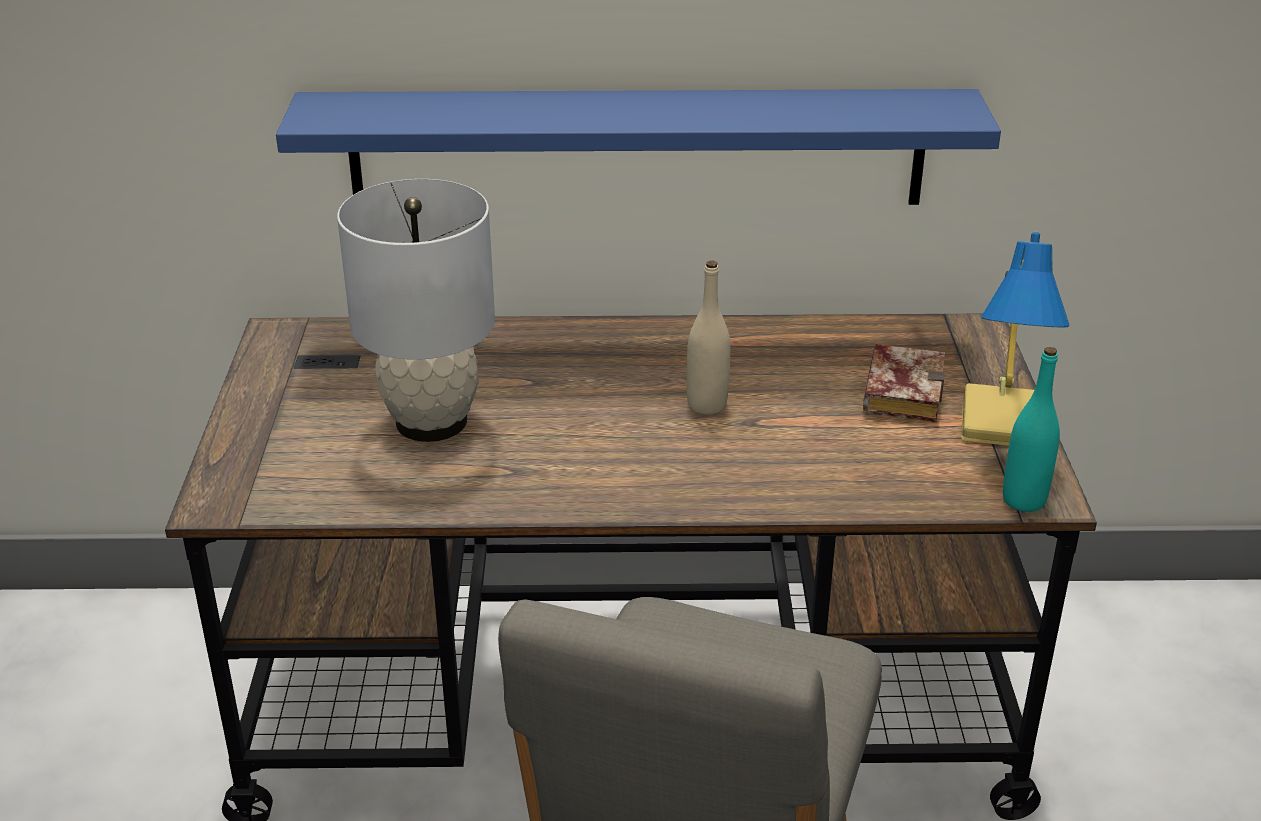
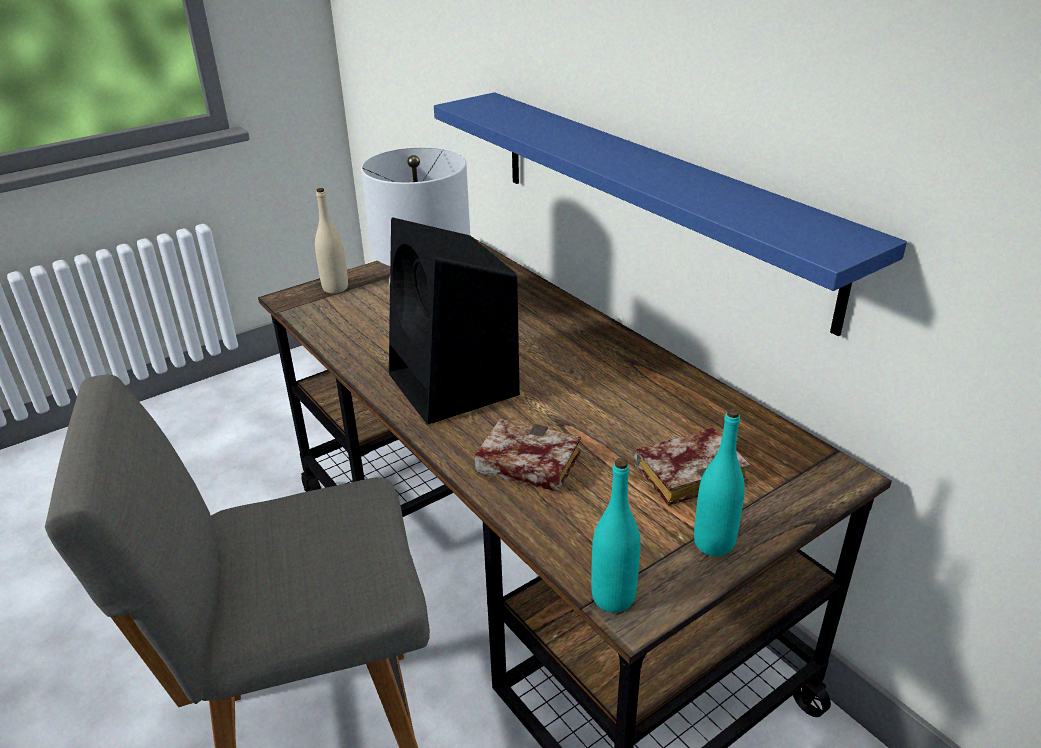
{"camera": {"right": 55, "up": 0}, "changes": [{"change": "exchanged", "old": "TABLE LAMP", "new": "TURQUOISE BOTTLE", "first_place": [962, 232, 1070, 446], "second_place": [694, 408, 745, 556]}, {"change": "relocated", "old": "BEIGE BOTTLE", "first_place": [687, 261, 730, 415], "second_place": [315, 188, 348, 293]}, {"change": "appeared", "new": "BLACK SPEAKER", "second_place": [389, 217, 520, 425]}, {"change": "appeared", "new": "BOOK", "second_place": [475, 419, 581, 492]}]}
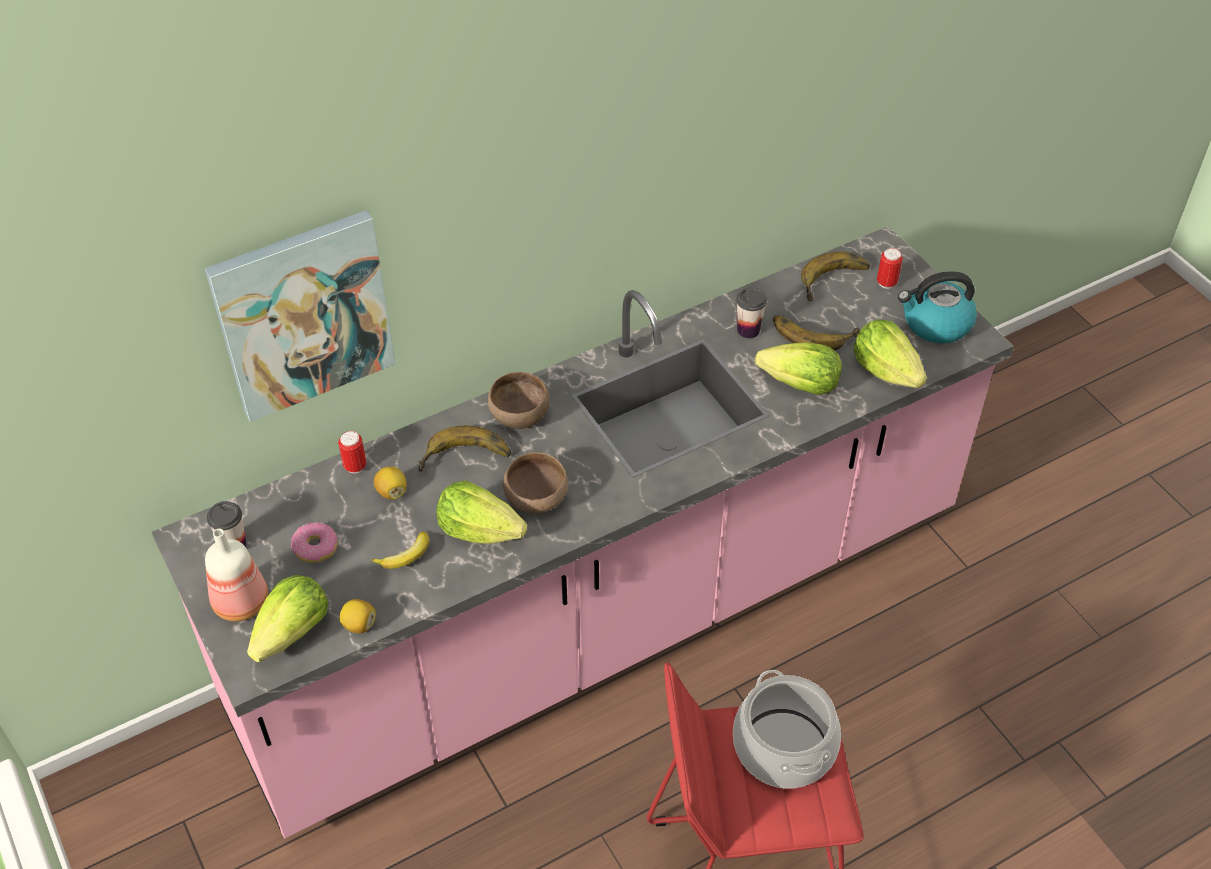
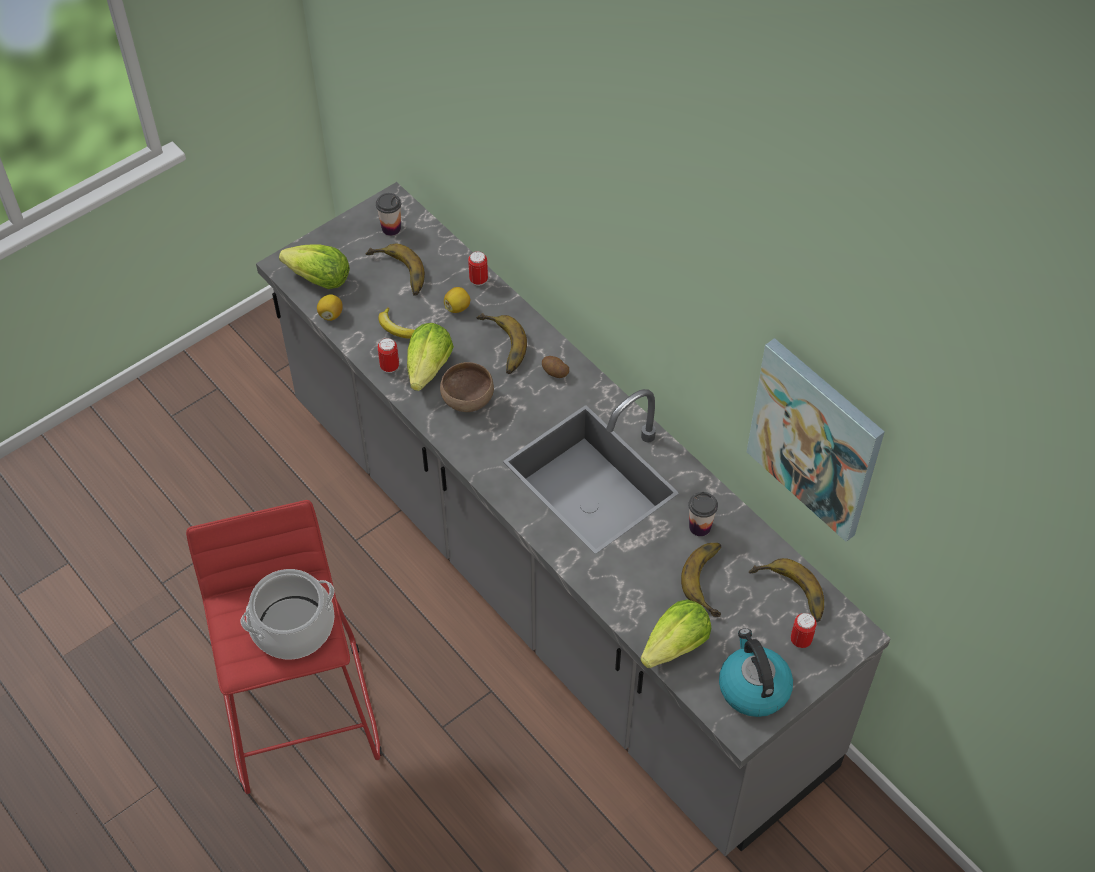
{"camera": {"right": 80, "up": 5}, "changes": [{"change": "relocated", "old": "PICTURE", "first_place": [205, 210, 395, 422], "second_place": [747, 338, 885, 542]}, {"change": "colour", "old": "PINK COUNTER", "new": "GREY COUNTER", "first_place": [152, 226, 1014, 838], "second_place": [256, 182, 891, 856]}, {"change": "missing", "old": "LETTUCE", "first_place": [755, 342, 842, 395]}, {"change": "exchanged", "old": "BROWN BOWL", "new": "POTATO", "first_place": [488, 372, 550, 429], "second_place": [542, 356, 569, 378]}, {"change": "exchanged", "old": "DONUT", "new": "BANANA", "first_place": [291, 522, 337, 563], "second_place": [366, 244, 425, 296]}, {"change": "missing", "old": "BOTTLE", "first_place": [205, 529, 268, 621]}, {"change": "appeared", "new": "CAN", "second_place": [378, 338, 399, 373]}]}
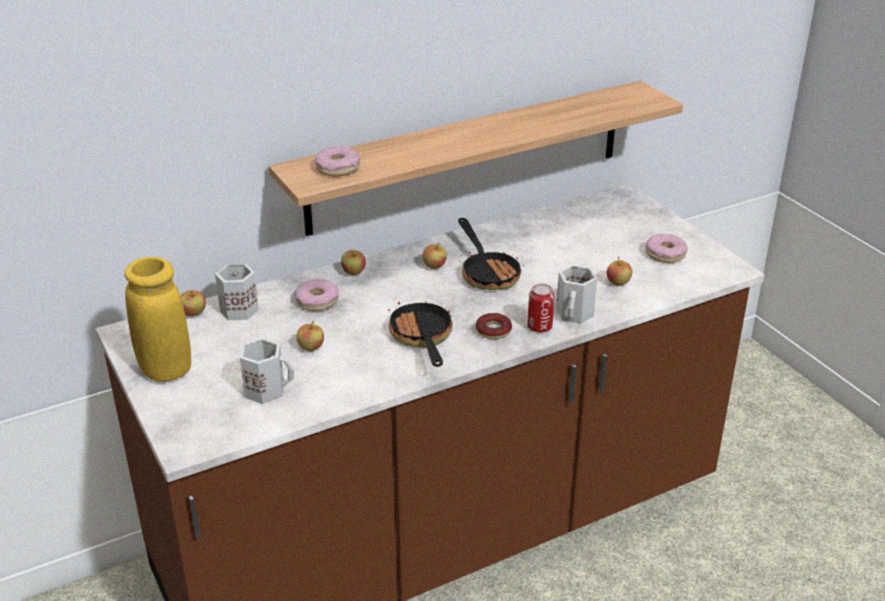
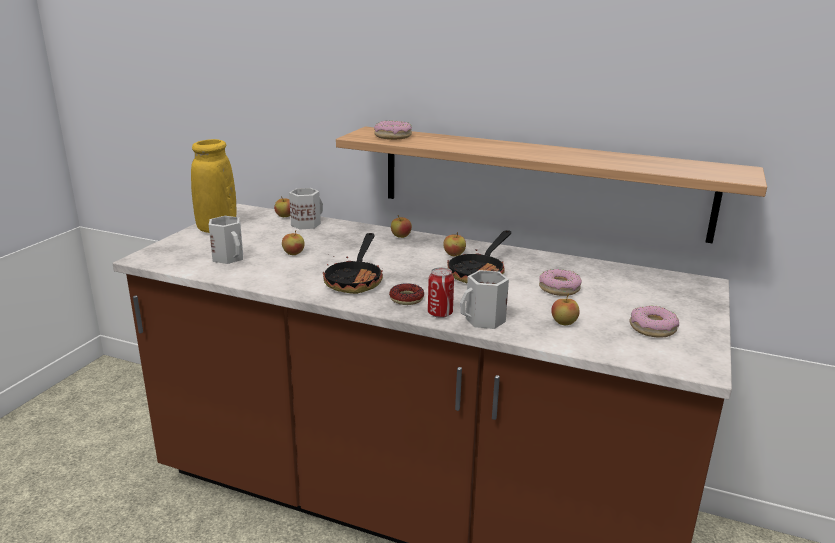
{"camera": {"right": 50, "up": -10}, "changes": [{"change": "relocated", "old": "DONUT", "first_place": [295, 279, 339, 311], "second_place": [539, 269, 582, 296]}, {"change": "spun", "old": "FRYING PAN", "first_place": [388, 293, 453, 367], "second_place": [323, 233, 383, 294], "degrees": 150}]}
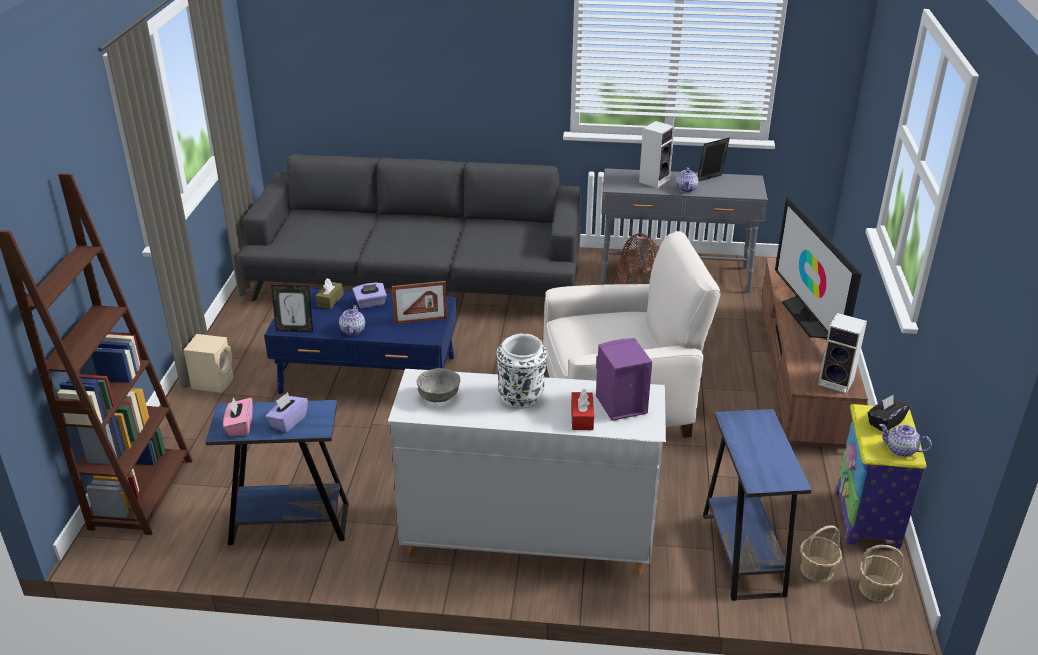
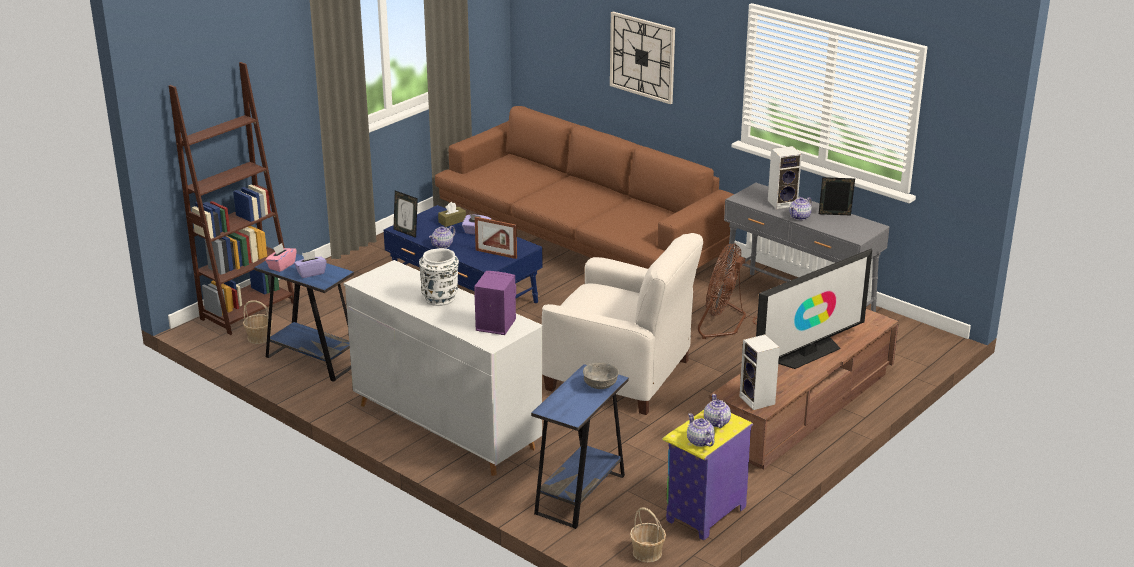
{"camera": {"right": 35, "up": -5}, "changes": [{"change": "colour", "old": "GREY SOFA", "new": "BROWN SOFA", "first_place": [238, 154, 581, 301], "second_place": [435, 106, 734, 269]}, {"change": "spun", "old": "TELEVISION", "first_place": [775, 196, 862, 338], "second_place": [756, 249, 872, 369], "degrees": -150}, {"change": "missing", "old": "BEIGE SPEAKER", "first_place": [183, 334, 234, 393]}, {"change": "relocated", "old": "GREY BOWL", "first_place": [416, 368, 461, 402], "second_place": [583, 363, 619, 389]}, {"change": "missing", "old": "RED TISSUE BOX", "first_place": [571, 389, 594, 430]}, {"change": "exchanged", "old": "BLACK TISSUE BOX", "new": "TEAPOT", "first_place": [867, 395, 910, 431], "second_place": [704, 394, 731, 428]}, {"change": "relocated", "old": "BASKET", "first_place": [800, 525, 842, 582], "second_place": [243, 300, 273, 344]}, {"change": "appeared", "new": "WALL CLOCK", "second_place": [610, 12, 675, 104]}]}
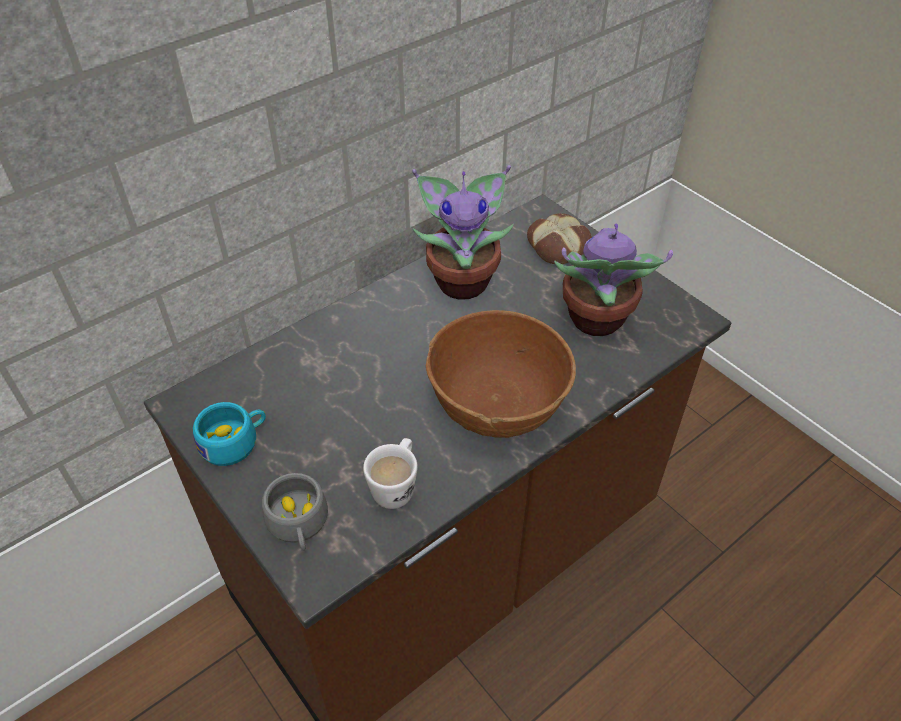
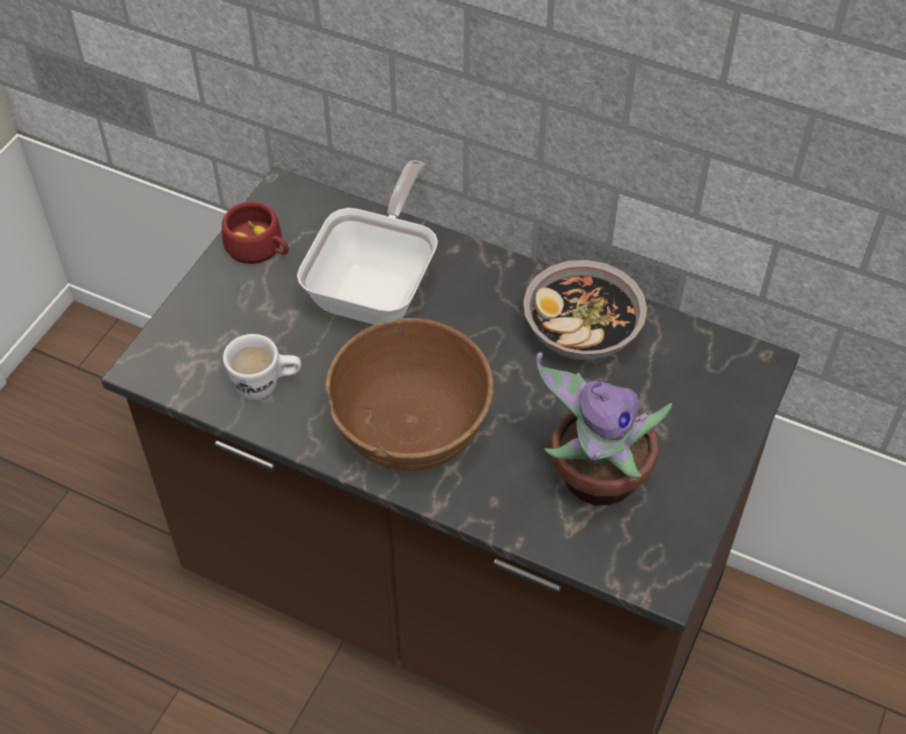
{"camera": {"right": 65, "up": 5}, "changes": [{"change": "exchanged", "old": "POTTED PLANT", "new": "BOWL", "first_place": [412, 165, 514, 300], "second_place": [523, 260, 647, 360]}, {"change": "missing", "old": "BREAD", "first_place": [527, 213, 592, 264]}, {"change": "colour", "old": "TURQUOISE CUP", "new": "RED CUP", "first_place": [193, 402, 266, 466], "second_place": [222, 201, 289, 264]}, {"change": "missing", "old": "GREY CUP", "first_place": [262, 473, 328, 551]}, {"change": "appeared", "new": "FRYING PAN", "second_place": [297, 160, 438, 325]}]}
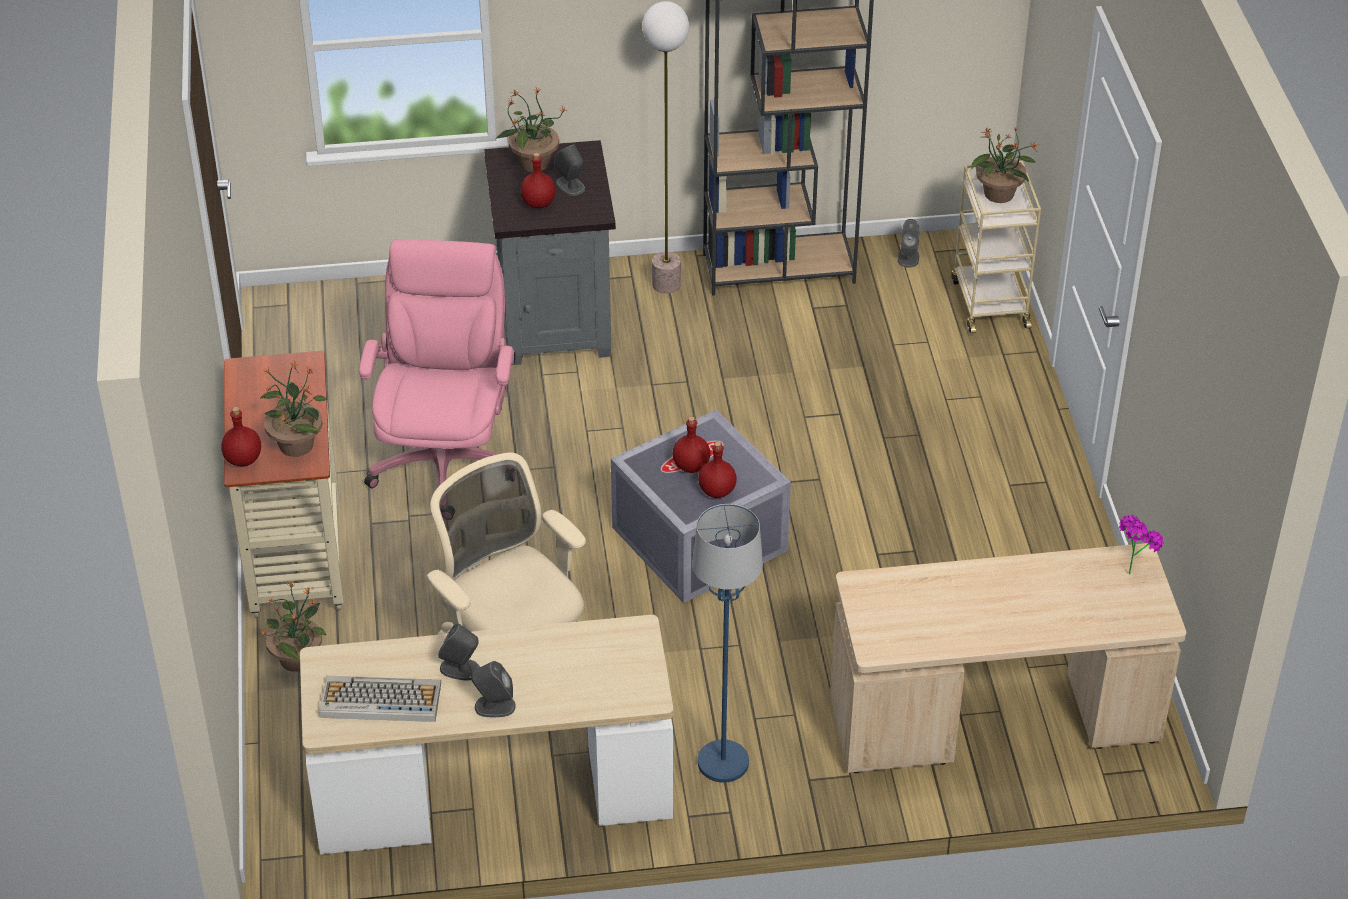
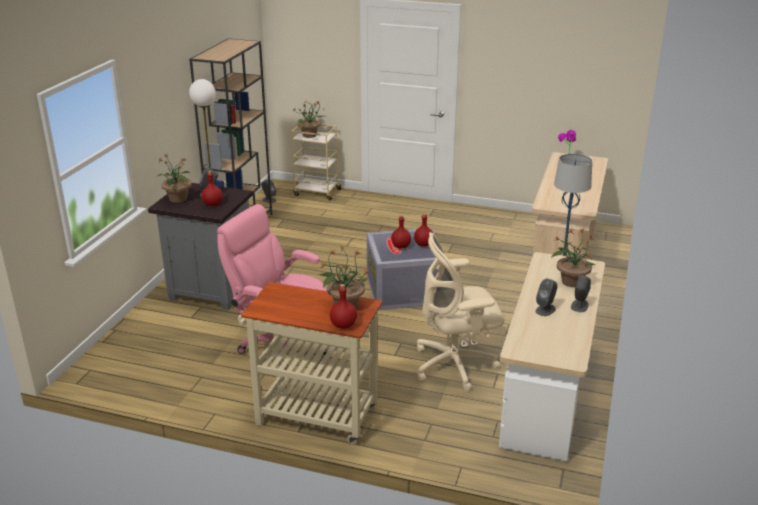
{"camera": {"right": -65, "up": -15}, "changes": [{"change": "relocated", "old": "POTTED PLANT", "first_place": [259, 581, 326, 672], "second_place": [551, 229, 596, 287]}, {"change": "missing", "old": "KEYBOARD", "first_place": [319, 676, 441, 722]}]}
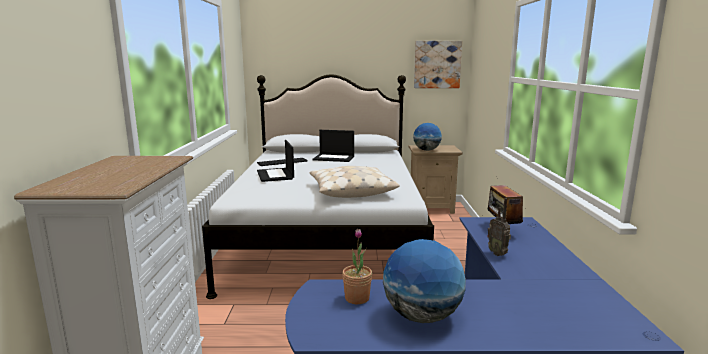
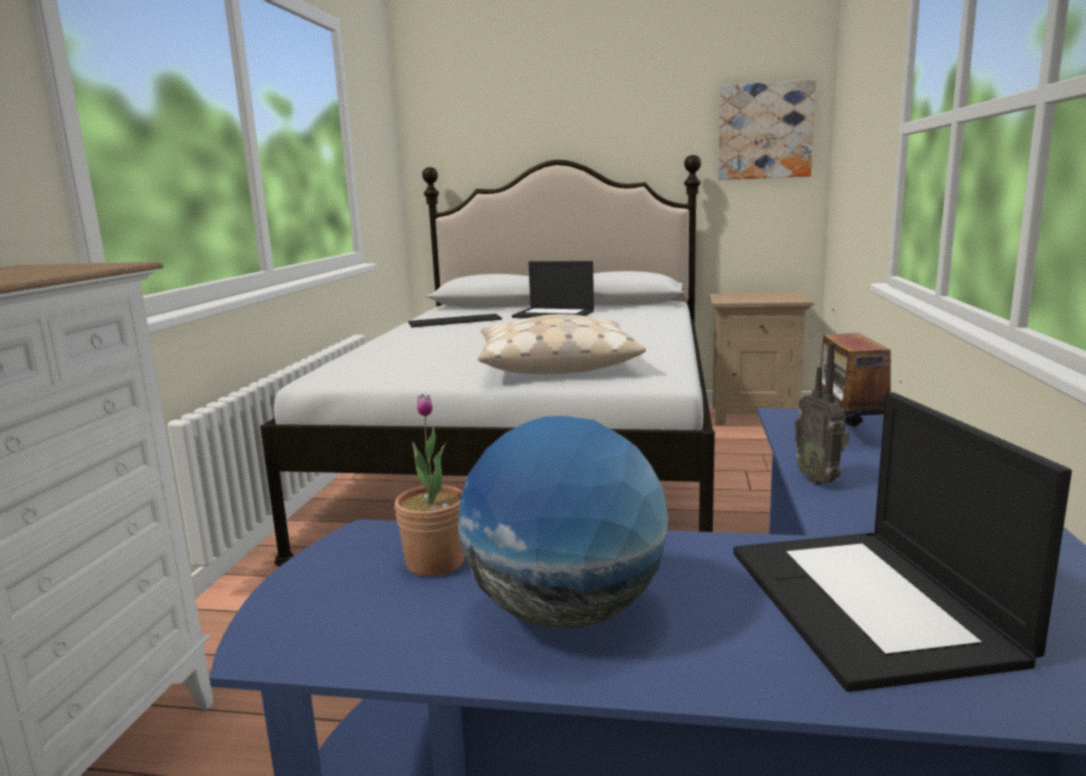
{"camera": {"right": 10, "up": 0}, "changes": [{"change": "missing", "old": "GLOBE", "first_place": [413, 123, 442, 151]}, {"change": "relocated", "old": "LAPTOP", "first_place": [257, 140, 294, 182], "second_place": [734, 392, 1072, 692]}]}
